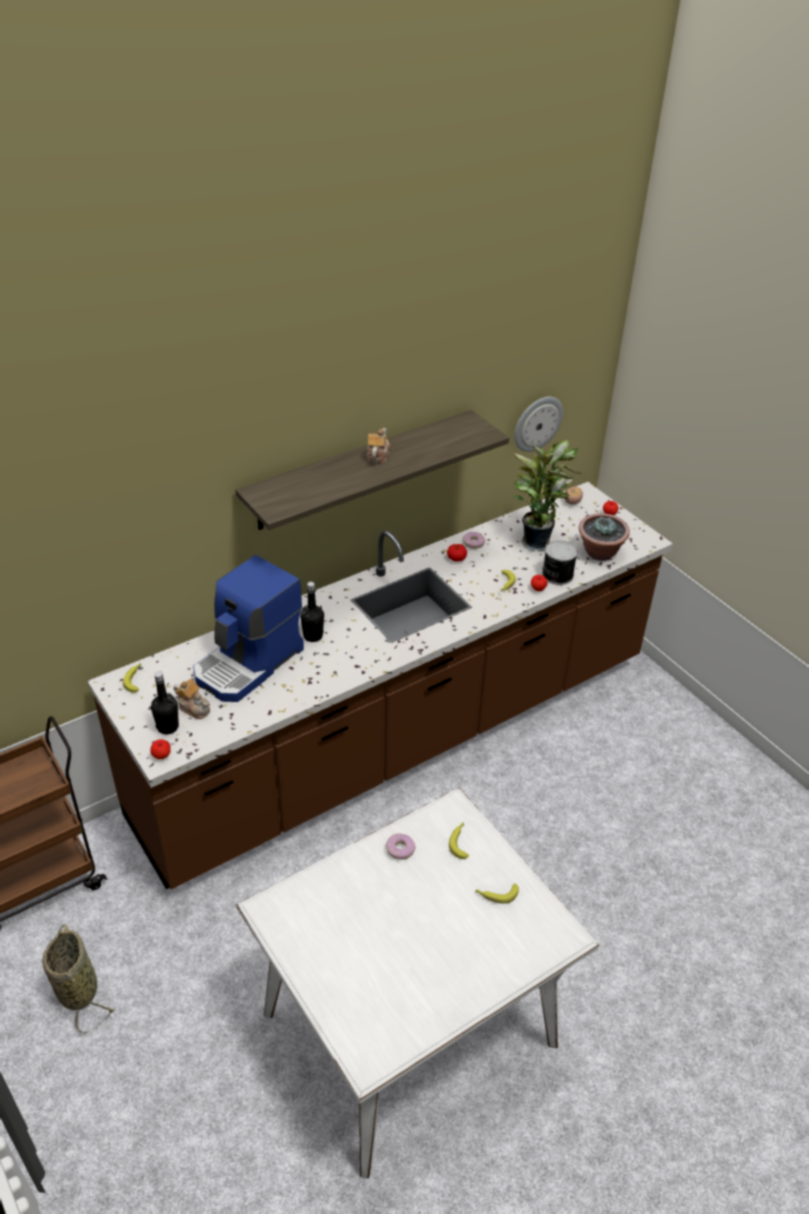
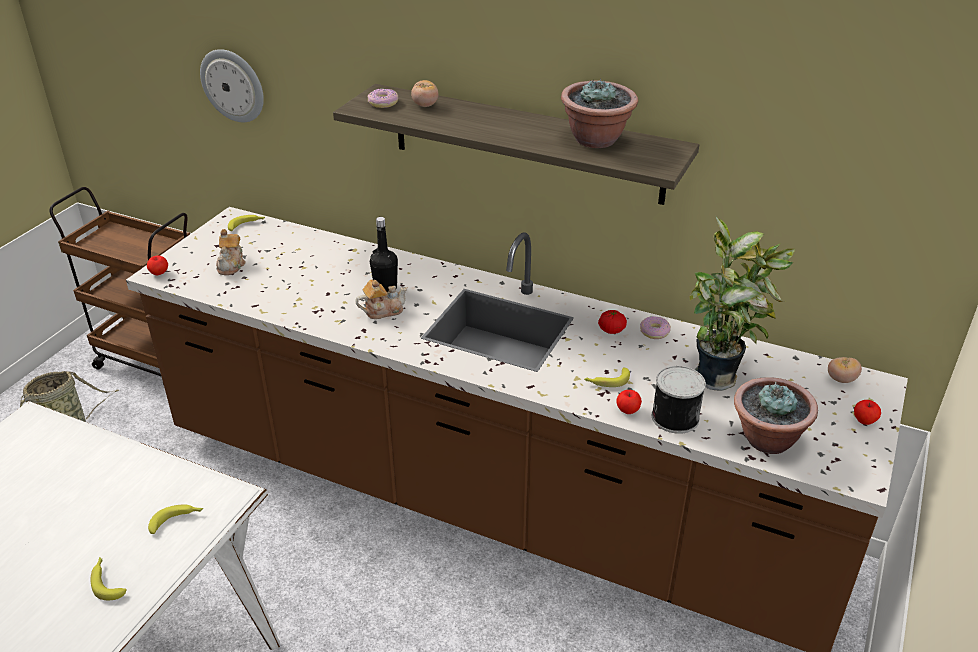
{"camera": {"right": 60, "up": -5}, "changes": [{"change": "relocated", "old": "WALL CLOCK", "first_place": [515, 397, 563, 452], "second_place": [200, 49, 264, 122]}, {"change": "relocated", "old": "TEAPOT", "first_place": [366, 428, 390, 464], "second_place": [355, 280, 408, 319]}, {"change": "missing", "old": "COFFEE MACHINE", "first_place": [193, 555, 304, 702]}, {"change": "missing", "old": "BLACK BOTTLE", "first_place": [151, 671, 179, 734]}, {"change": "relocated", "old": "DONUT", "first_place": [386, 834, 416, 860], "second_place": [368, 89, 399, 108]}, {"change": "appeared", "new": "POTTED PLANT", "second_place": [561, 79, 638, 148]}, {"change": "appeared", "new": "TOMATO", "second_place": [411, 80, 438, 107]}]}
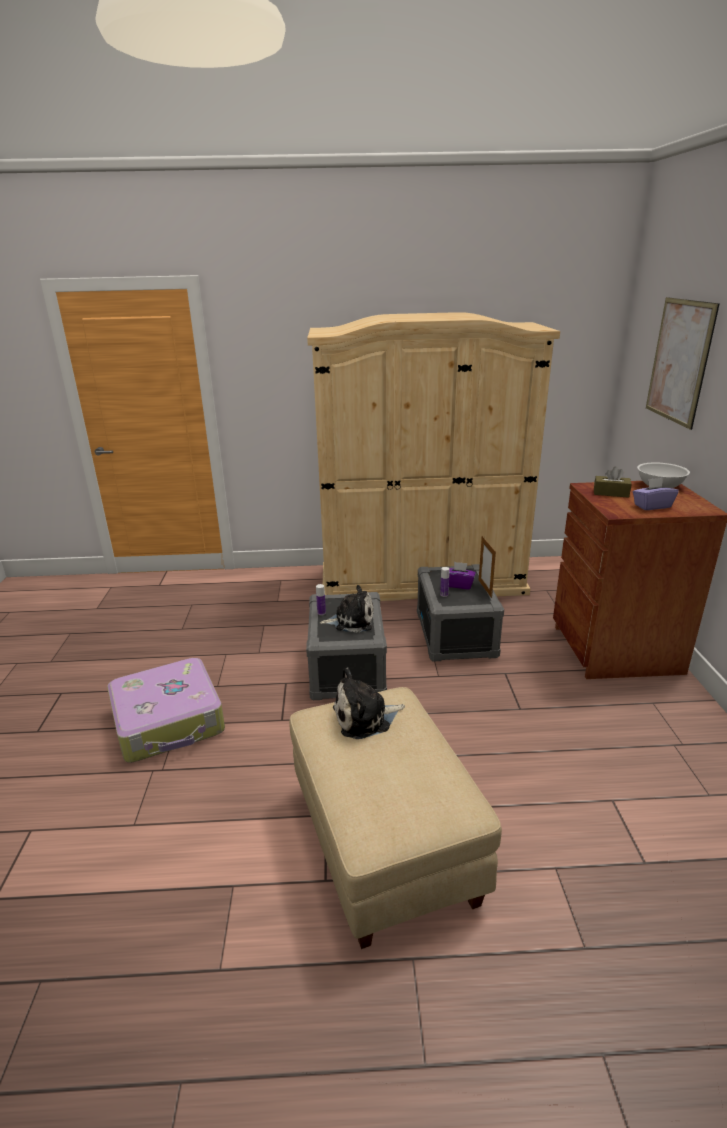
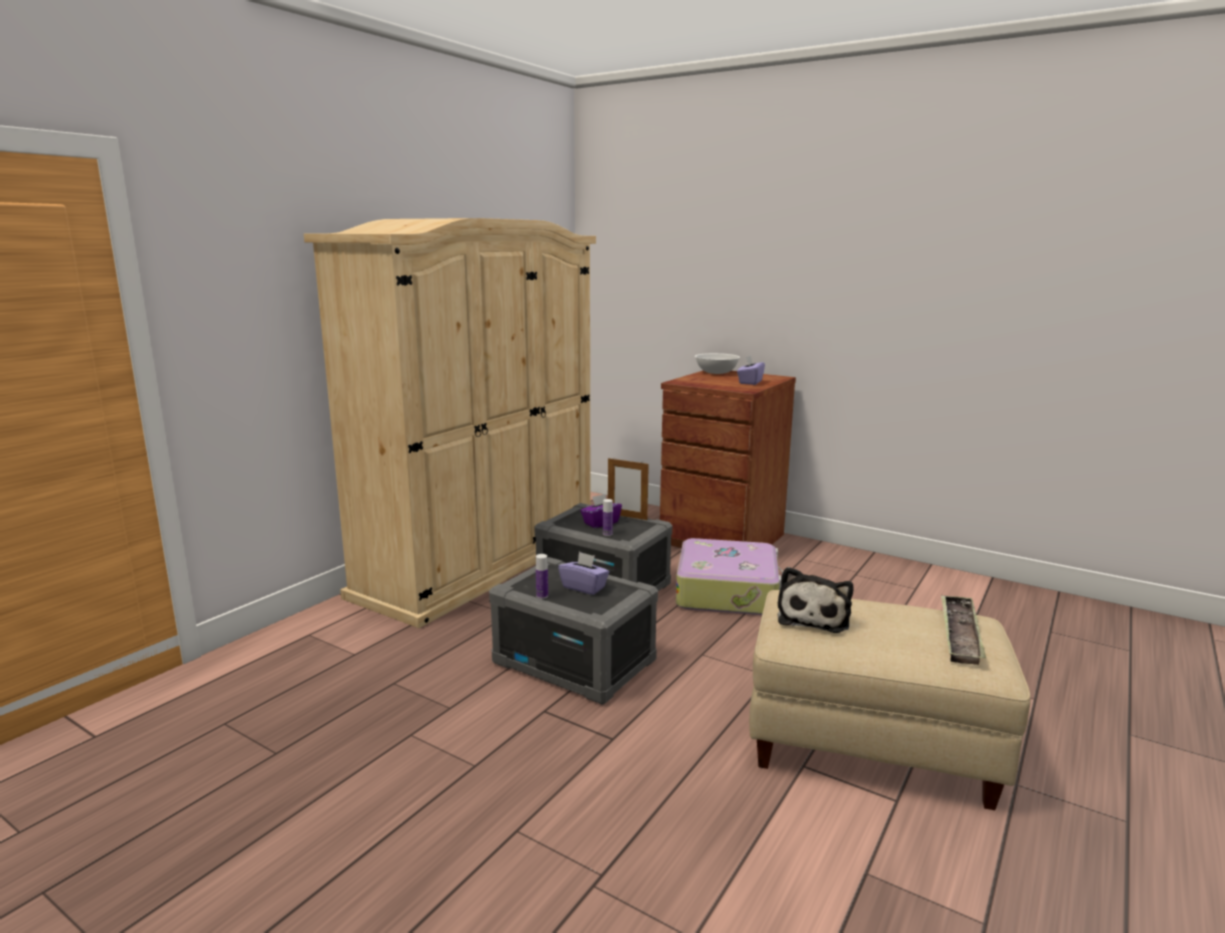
{"camera": {"right": -55, "up": -10}, "changes": [{"change": "missing", "old": "PICTURE", "first_place": [646, 297, 720, 430]}, {"change": "missing", "old": "BROWN TISSUE BOX", "first_place": [594, 467, 632, 498]}, {"change": "exchanged", "old": "PLUSH TOY", "new": "PURPLE TISSUE BOX", "first_place": [320, 585, 374, 633], "second_place": [558, 552, 610, 595]}, {"change": "relocated", "old": "SUITCASE", "first_place": [107, 658, 225, 763], "second_place": [676, 538, 783, 615]}, {"change": "appeared", "new": "TRAY", "second_place": [941, 595, 986, 665]}]}
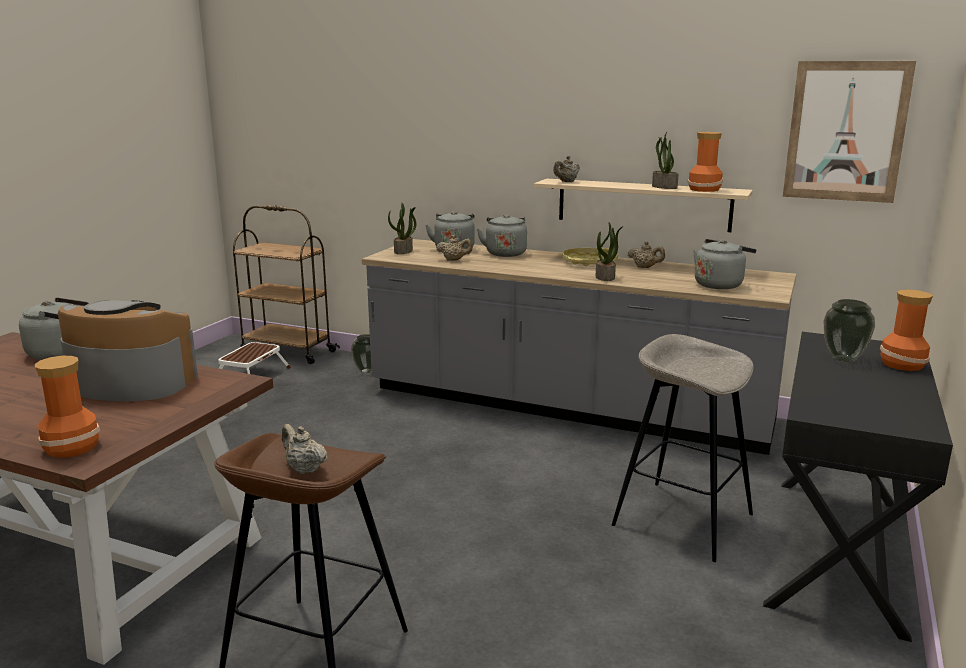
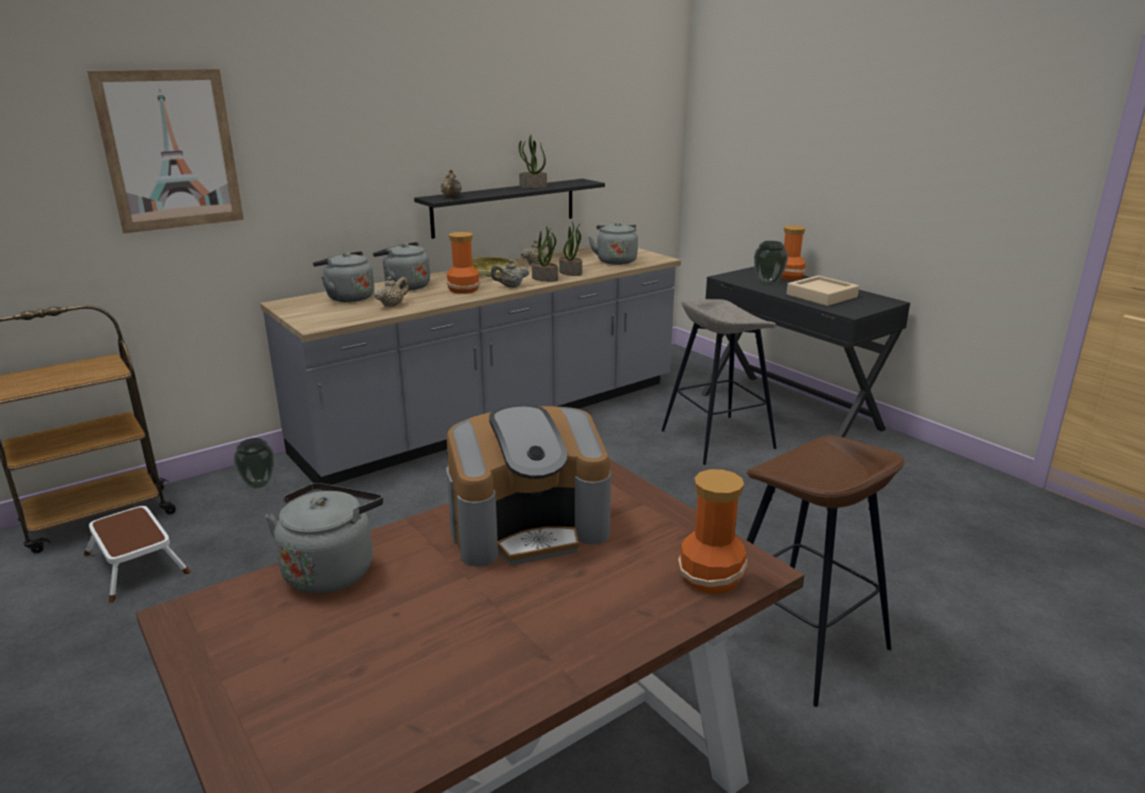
{"camera": {"right": -60, "up": 5}, "changes": [{"change": "relocated", "old": "PICTURE", "first_place": [783, 61, 916, 203], "second_place": [87, 69, 244, 233]}, {"change": "relocated", "old": "VASE", "first_place": [688, 132, 723, 192], "second_place": [447, 232, 480, 294]}, {"change": "colour", "old": "BEIGE SHELF", "new": "BLACK SHELF", "first_place": [534, 179, 753, 232], "second_place": [414, 179, 605, 239]}, {"change": "relocated", "old": "POTTED PLANT", "first_place": [388, 203, 416, 254], "second_place": [559, 222, 582, 276]}, {"change": "spun", "old": "COFFEE MACHINE", "first_place": [58, 300, 198, 402], "second_place": [446, 405, 611, 567], "degrees": -150}, {"change": "relocated", "old": "BEIGE TEAPOT", "first_place": [282, 424, 327, 474], "second_place": [491, 260, 529, 288]}, {"change": "appeared", "new": "BEIGE TRAY", "second_place": [787, 275, 859, 306]}]}
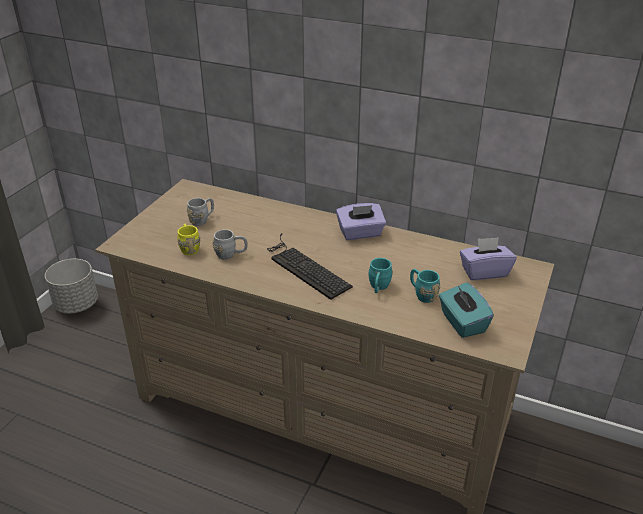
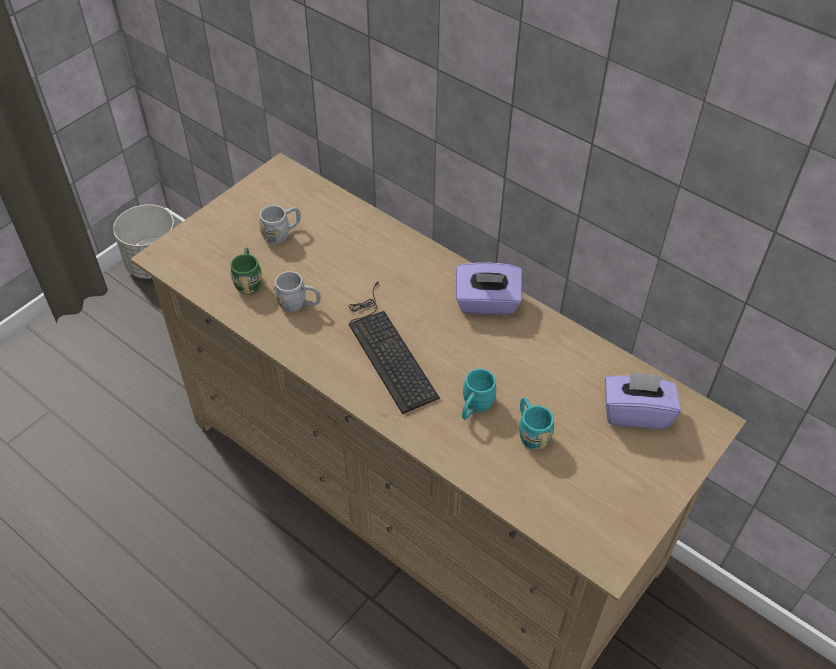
{"camera": {"right": 15, "up": 15}, "changes": [{"change": "colour", "old": "YELLOW MUG", "new": "GREEN MUG", "first_place": [177, 223, 200, 255], "second_place": [231, 248, 262, 294]}, {"change": "missing", "old": "TURQUOISE TISSUE BOX", "first_place": [439, 282, 494, 338]}]}
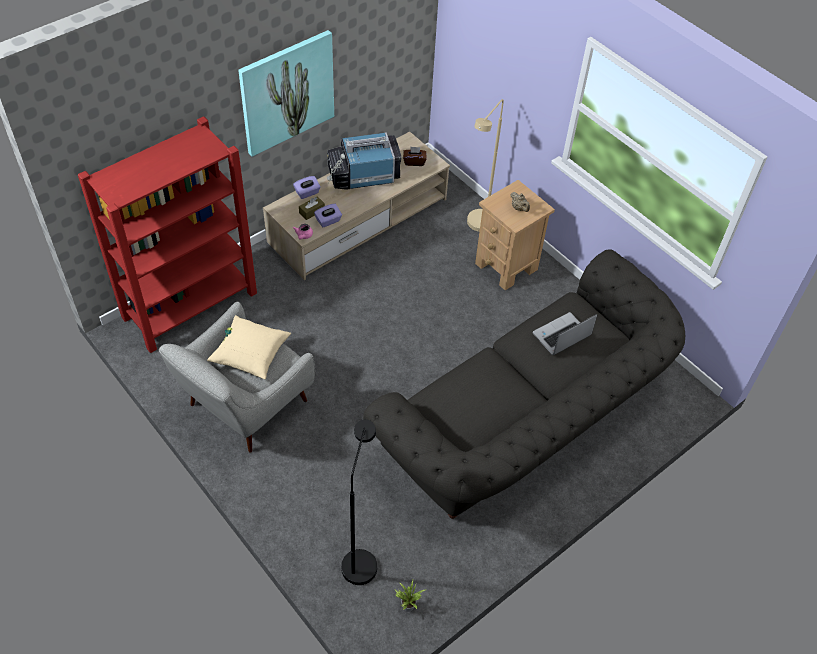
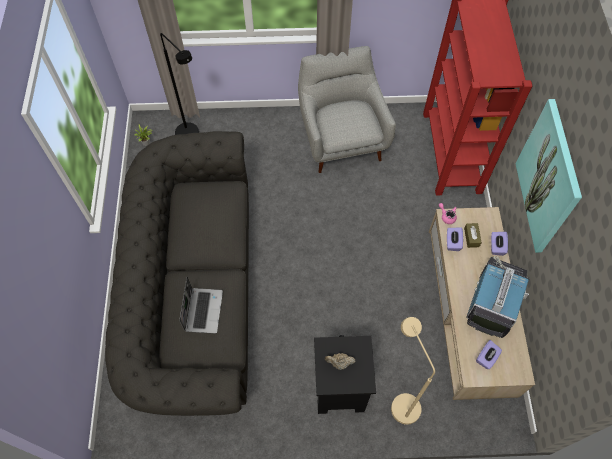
{"camera": {"right": 130, "up": 10}, "changes": [{"change": "colour", "old": "BROWN TISSUE BOX", "new": "PURPLE TISSUE BOX", "first_place": [403, 146, 427, 166], "second_place": [476, 340, 502, 369]}, {"change": "colour", "old": "BEIGE NIGHTSTAND", "new": "BLACK NIGHTSTAND", "first_place": [475, 180, 555, 290], "second_place": [314, 335, 376, 414]}, {"change": "missing", "old": "BEIGE PILLOW", "first_place": [207, 315, 291, 379]}]}
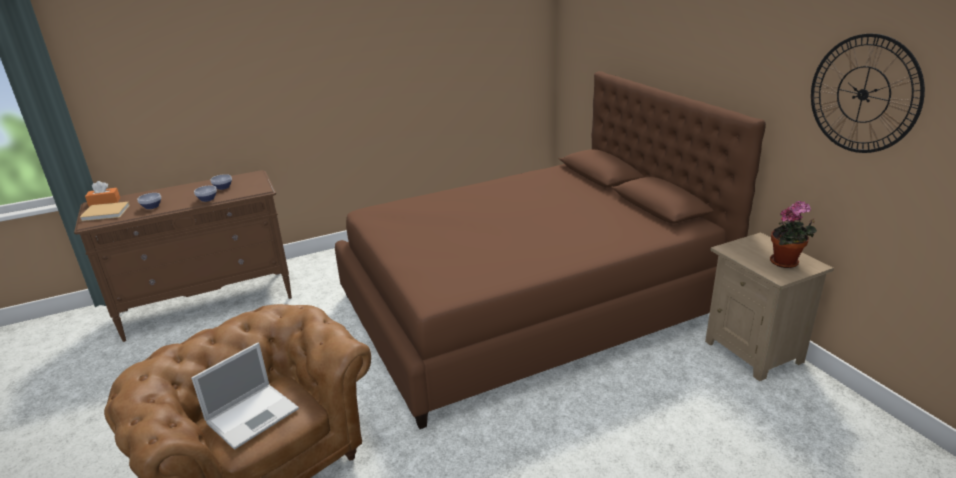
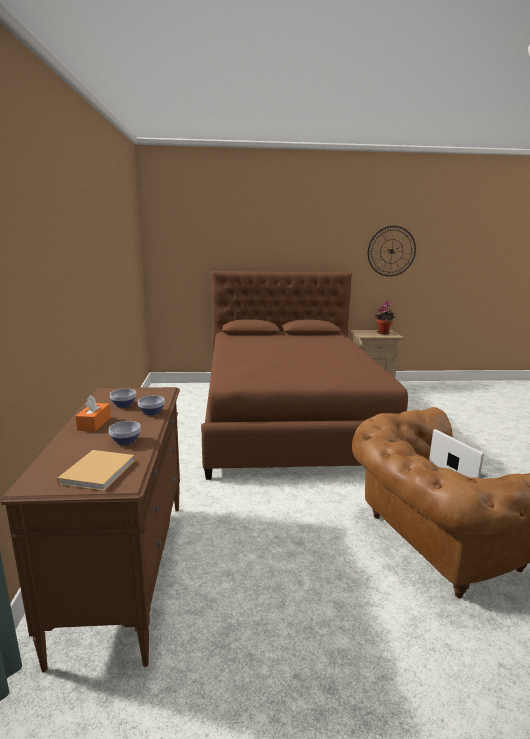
{"camera": {"right": -70, "up": -10}, "changes": [{"change": "relocated", "old": "ORANGE TISSUE BOX", "first_place": [85, 181, 120, 207], "second_place": [75, 395, 111, 432]}]}
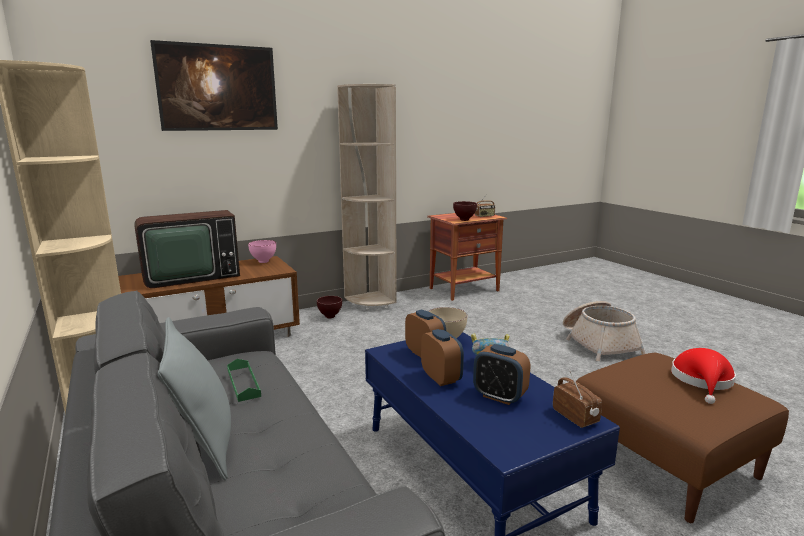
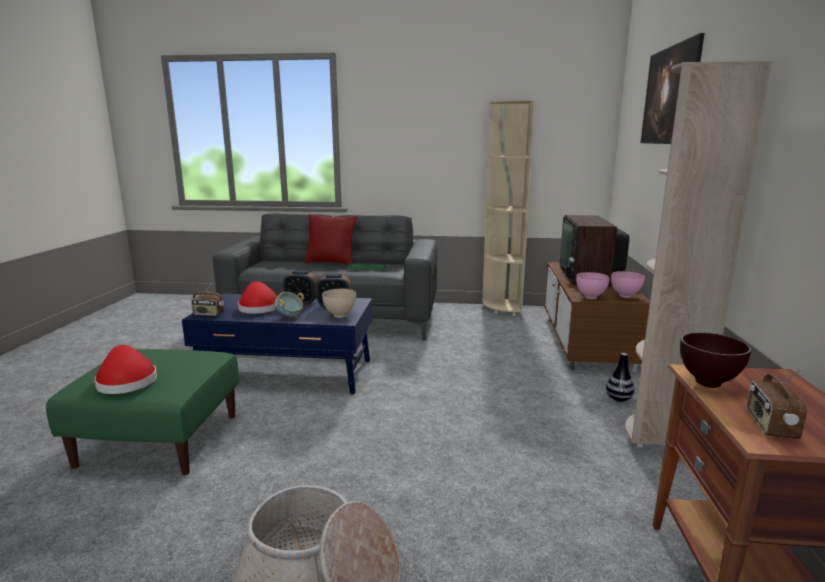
{"camera": {"right": 125, "up": 0}, "changes": [{"change": "exchanged", "old": "BROWN BOWL", "new": "VASE", "first_place": [317, 296, 342, 318], "second_place": [606, 353, 635, 402]}, {"change": "colour", "old": "GREY PILLOW", "new": "RED PILLOW", "first_place": [158, 317, 231, 481], "second_place": [304, 214, 357, 265]}, {"change": "exchanged", "old": "ALARM CLOCK", "new": "RED HAT", "first_place": [473, 344, 530, 405], "second_place": [238, 281, 277, 314]}, {"change": "colour", "old": "BROWN OTTOMAN", "new": "GREEN OTTOMAN", "first_place": [576, 353, 789, 523], "second_place": [46, 349, 239, 475]}, {"change": "appeared", "new": "PINK BOWL", "second_place": [576, 272, 610, 299]}]}
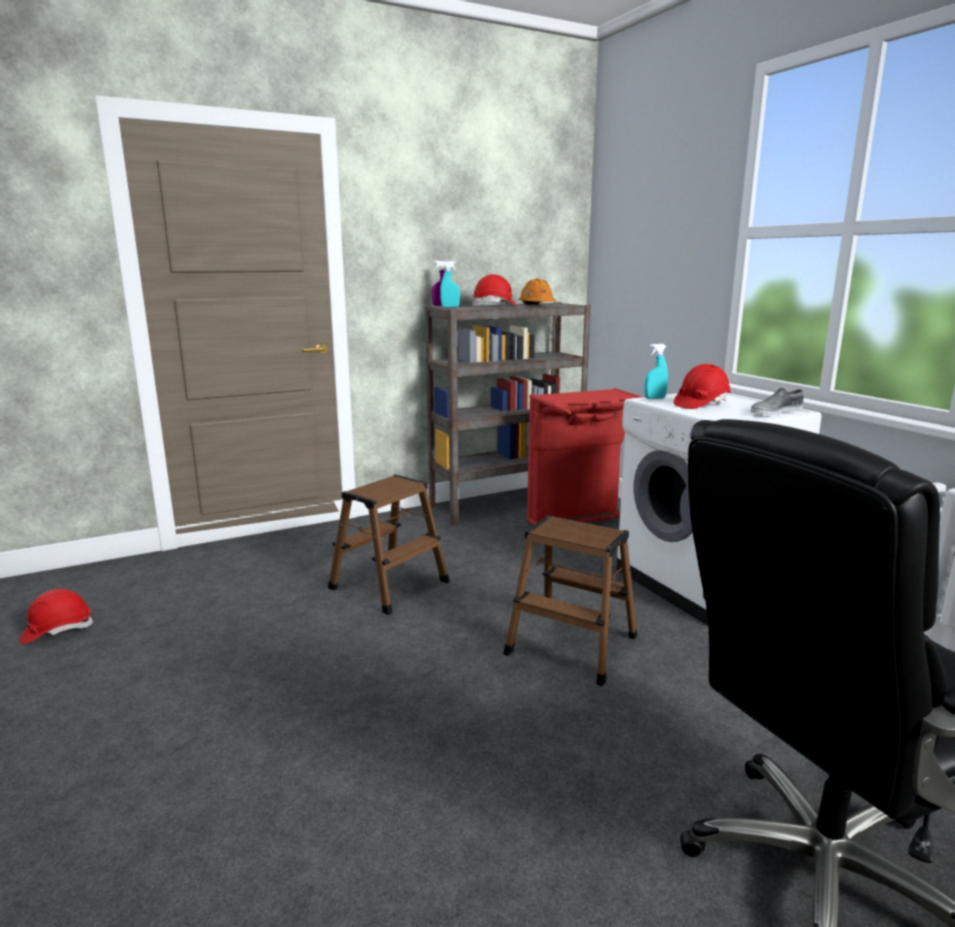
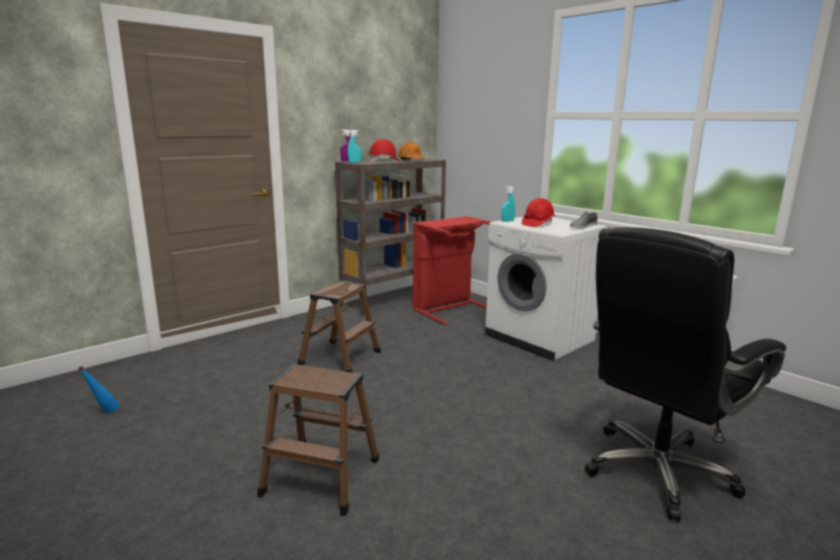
{"camera": {"right": -15, "up": 0}, "changes": [{"change": "relocated", "old": "BROWN STEP LADDER", "first_place": [503, 515, 638, 686], "second_place": [257, 363, 379, 516]}, {"change": "exchanged", "old": "RED HARD HAT", "new": "BLUE BOTTLE", "first_place": [20, 589, 93, 645], "second_place": [78, 366, 120, 414]}]}
